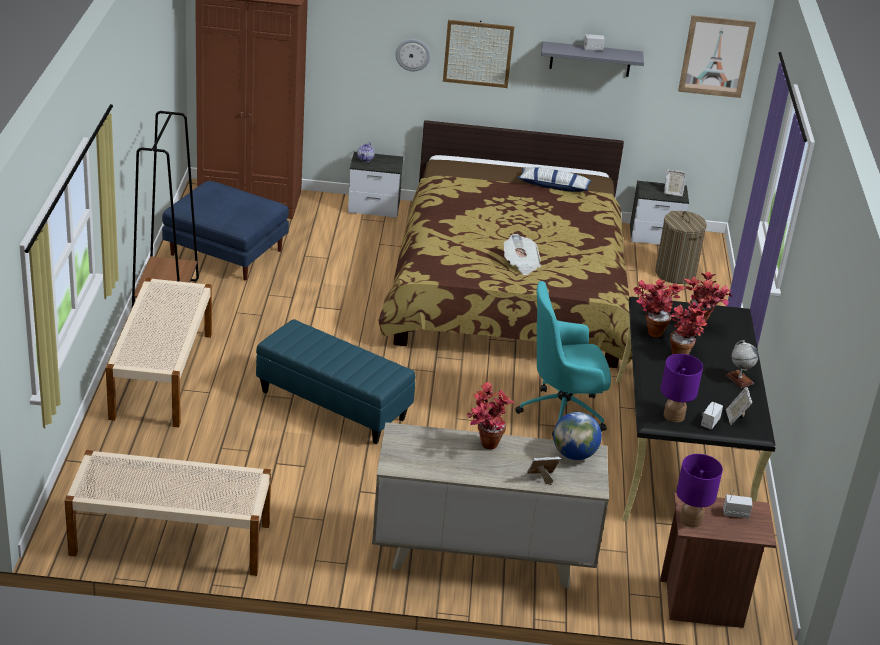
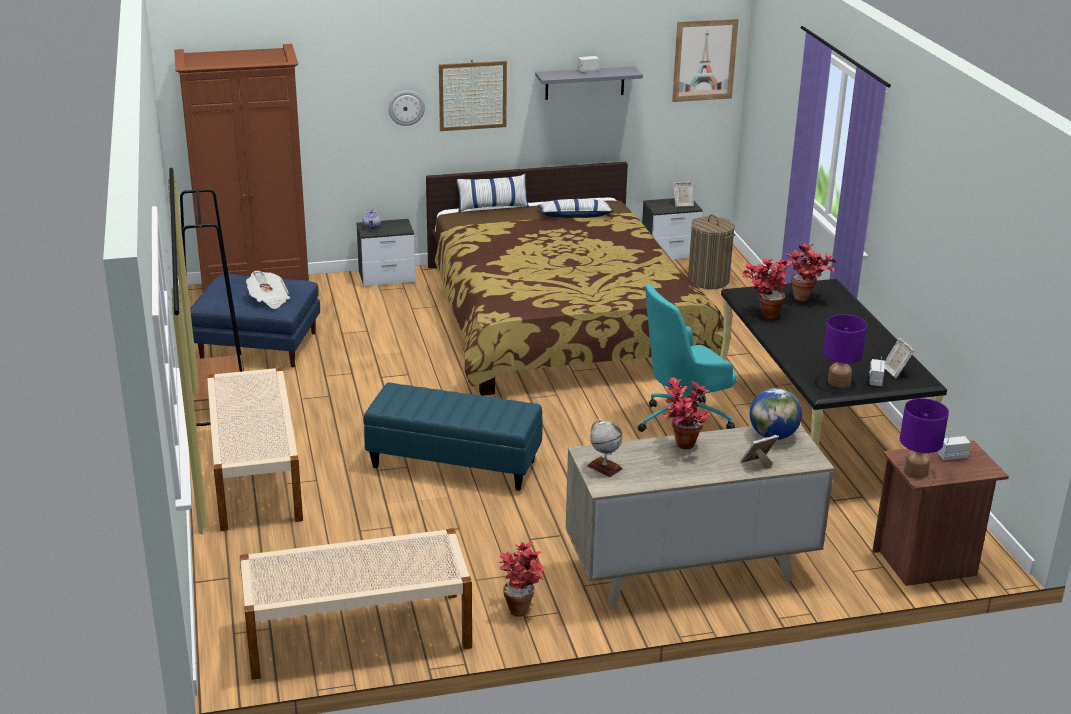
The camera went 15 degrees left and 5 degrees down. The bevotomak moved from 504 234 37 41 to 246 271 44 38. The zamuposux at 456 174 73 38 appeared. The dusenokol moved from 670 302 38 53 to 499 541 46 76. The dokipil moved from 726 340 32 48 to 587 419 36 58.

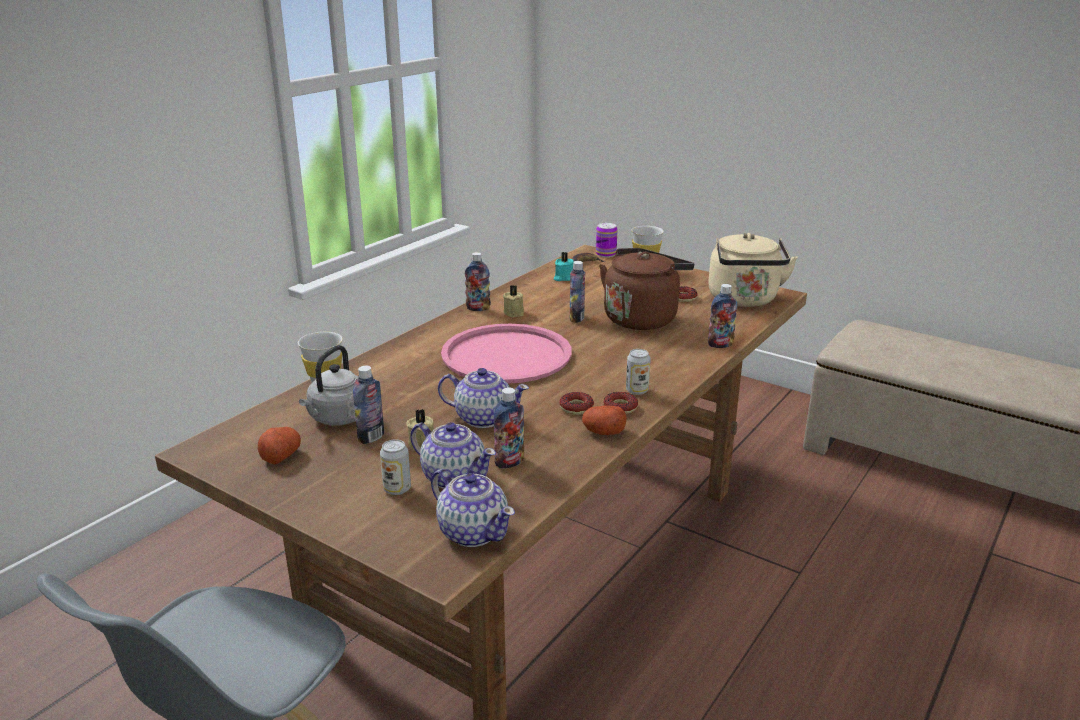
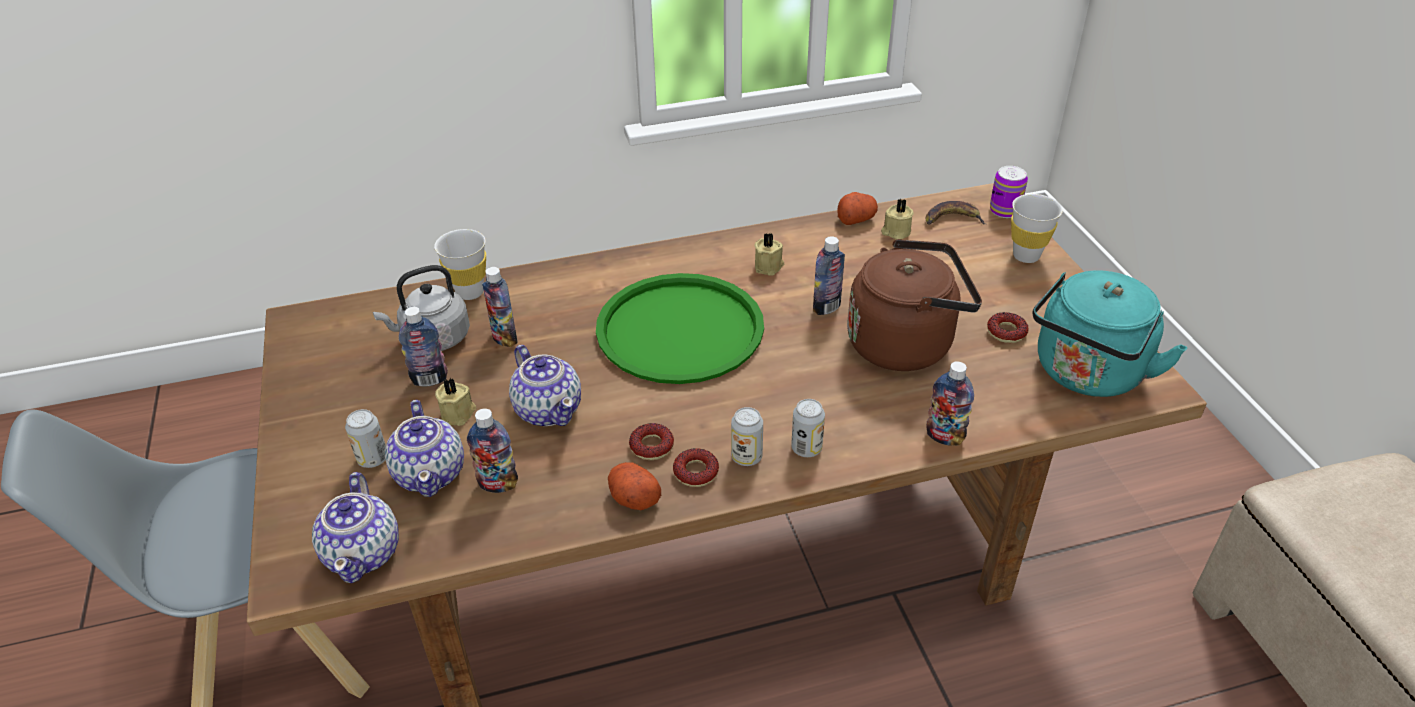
The camera went 40 degrees right and 15 degrees up. The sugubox moved from 465 252 26 59 to 482 267 36 80. The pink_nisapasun at 441 324 131 59 became the green_nisapasun at 596 273 168 111. The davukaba at 791 399 34 58 appeared. The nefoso moved from 258 427 43 37 to 837 192 41 33. The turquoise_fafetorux at 554 252 20 29 became the beige_fafetorux at 881 199 33 41. The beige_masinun at 708 233 90 74 became the turquoise_masinun at 1033 270 154 127.

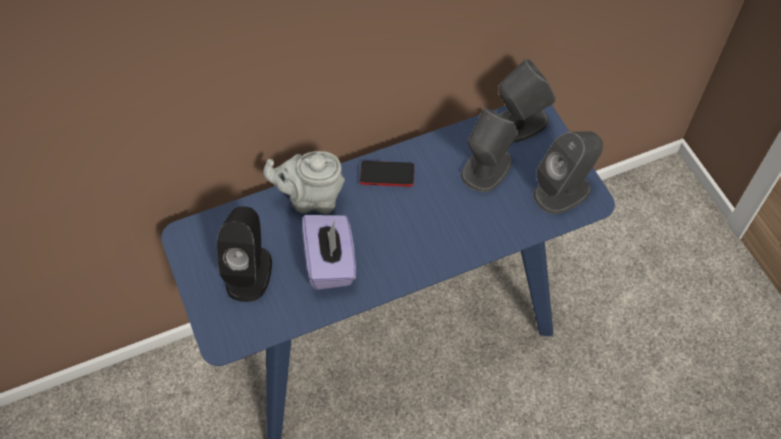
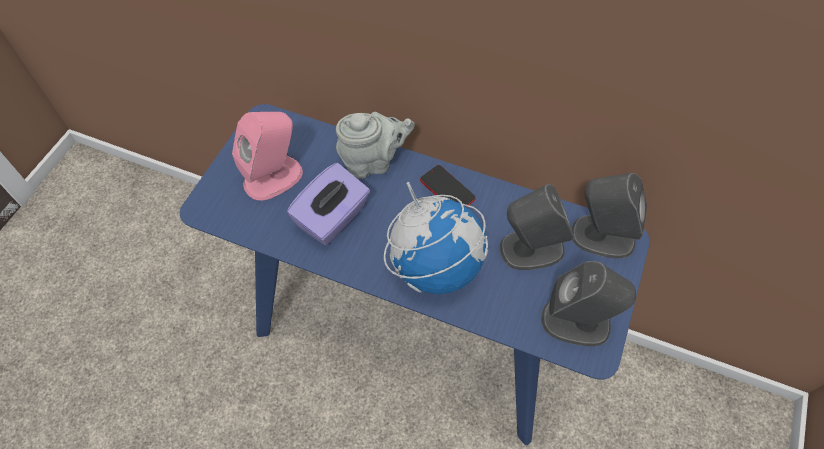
The camera went 45 degrees right and 0 degrees up. The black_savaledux at 217 206 55 96 became the pink_savaledux at 232 112 71 89. The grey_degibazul at 263 151 82 63 turned 120 degrees clockwise. The dokipil at 384 182 104 112 appeared.

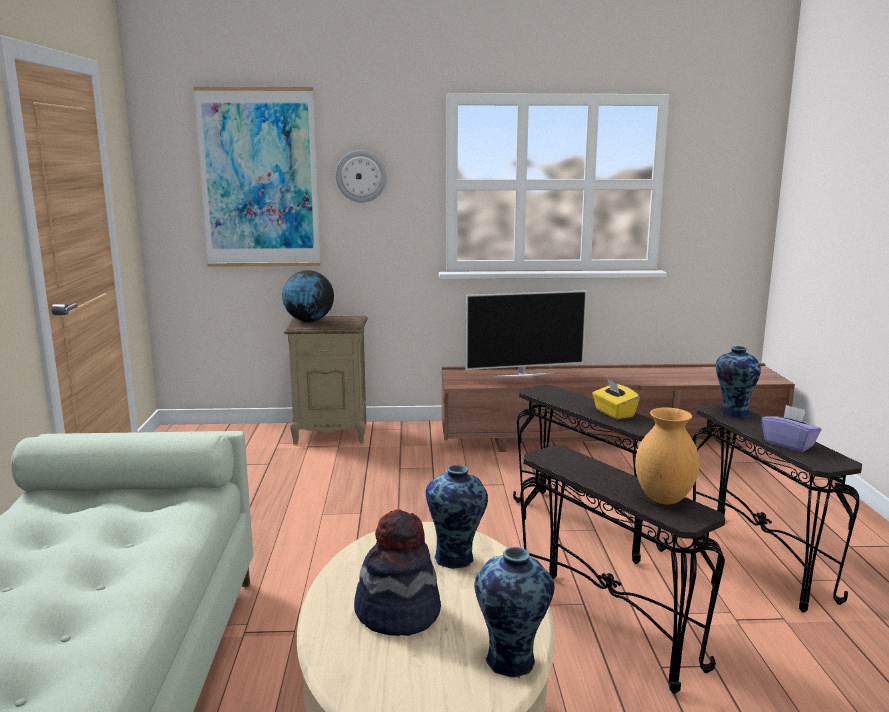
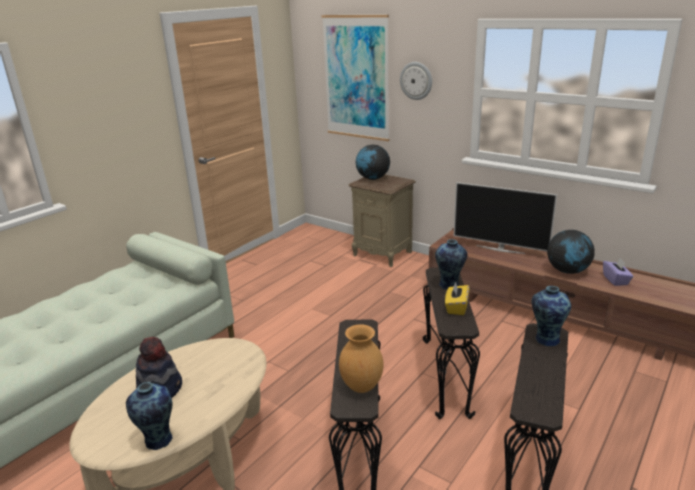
The camera went 40 degrees right and 10 degrees up. The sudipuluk moved from 426 465 62 104 to 435 239 32 51. The dokipil at 547 230 48 44 appeared. The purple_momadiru moved from 762 405 59 47 to 603 258 30 28.

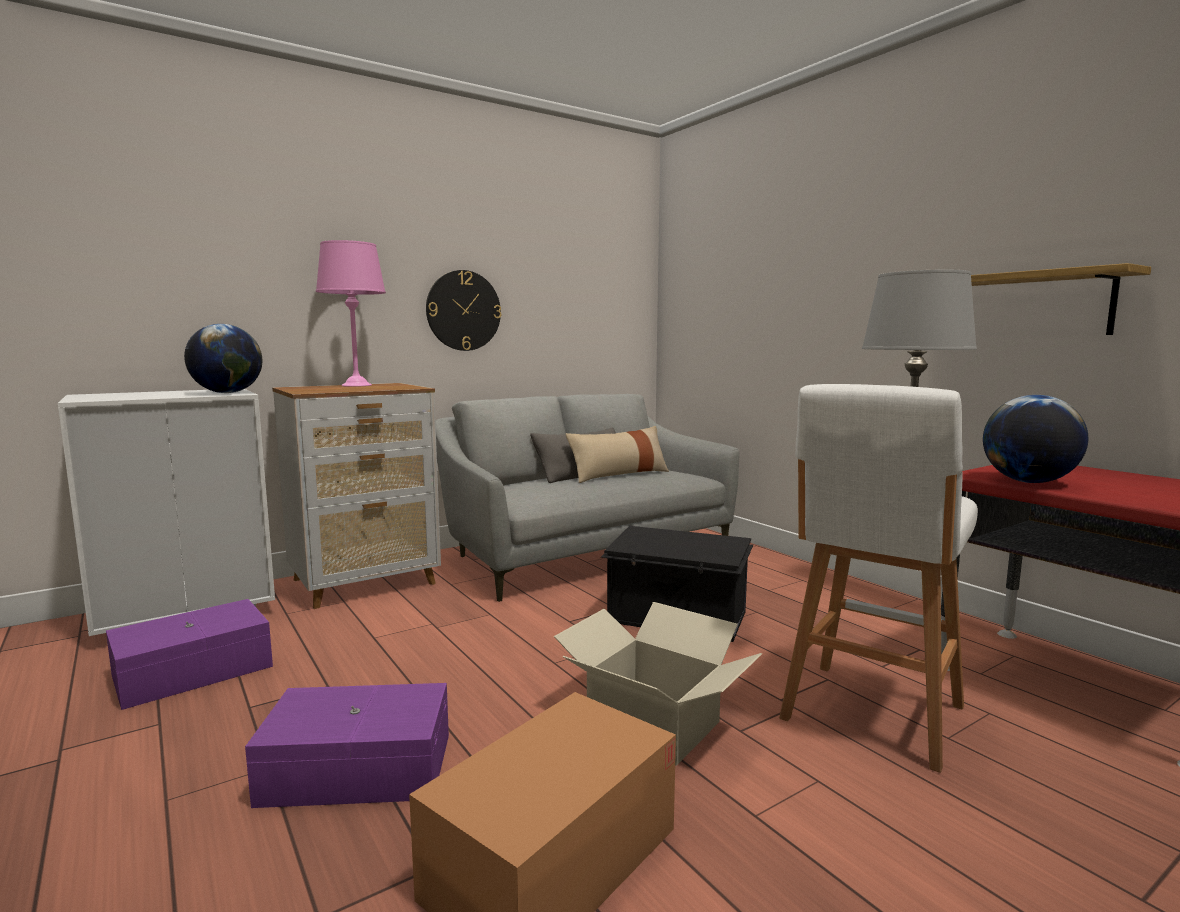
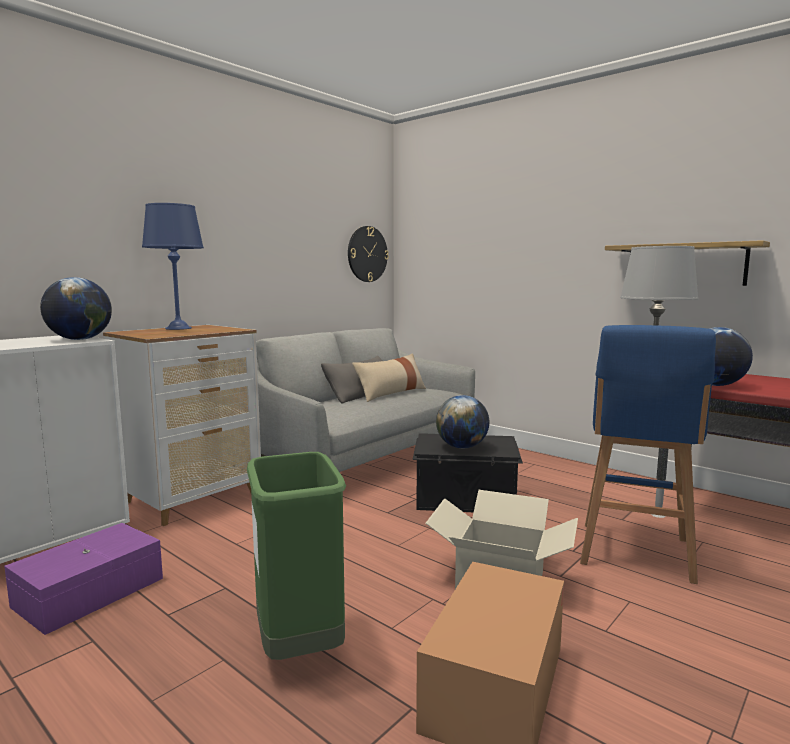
The camera went 15 degrees left and 0 degrees up. The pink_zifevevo at 316 240 70 147 became the blue_zifevevo at 142 203 62 127. The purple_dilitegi at 245 683 204 125 was replaced by the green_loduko at 247 452 99 208. The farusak moved from 426 270 75 81 to 348 226 41 56. The dokipil at 436 395 53 54 appeared. The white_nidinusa at 779 384 199 389 became the blue_nidinusa at 580 325 136 259.

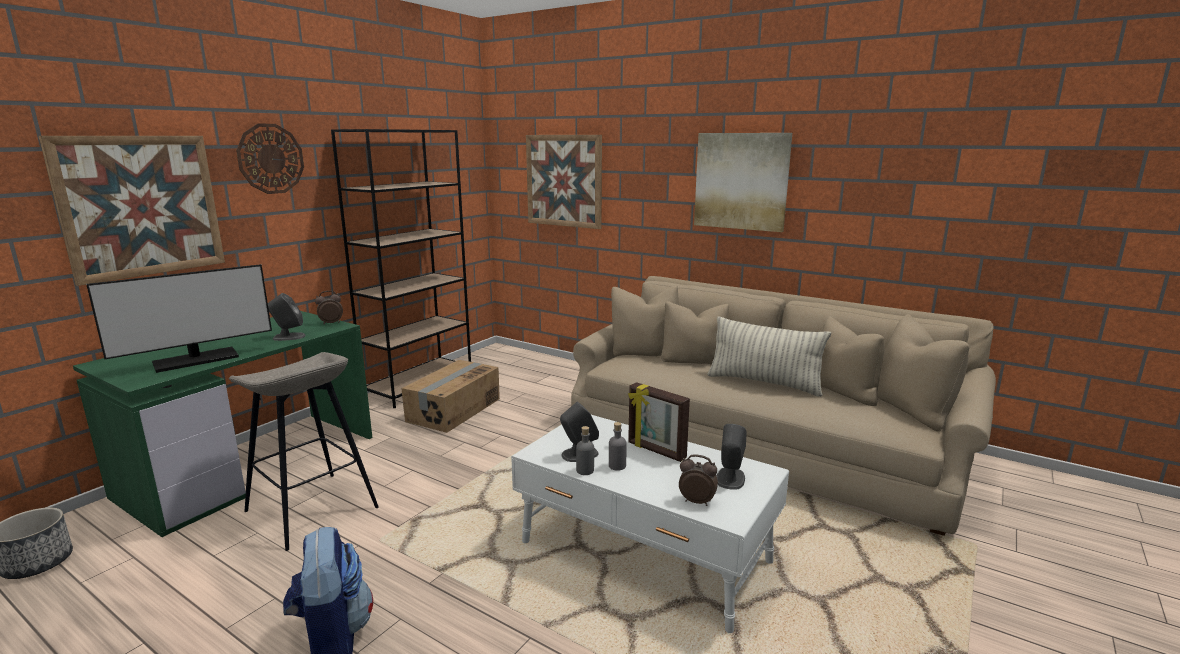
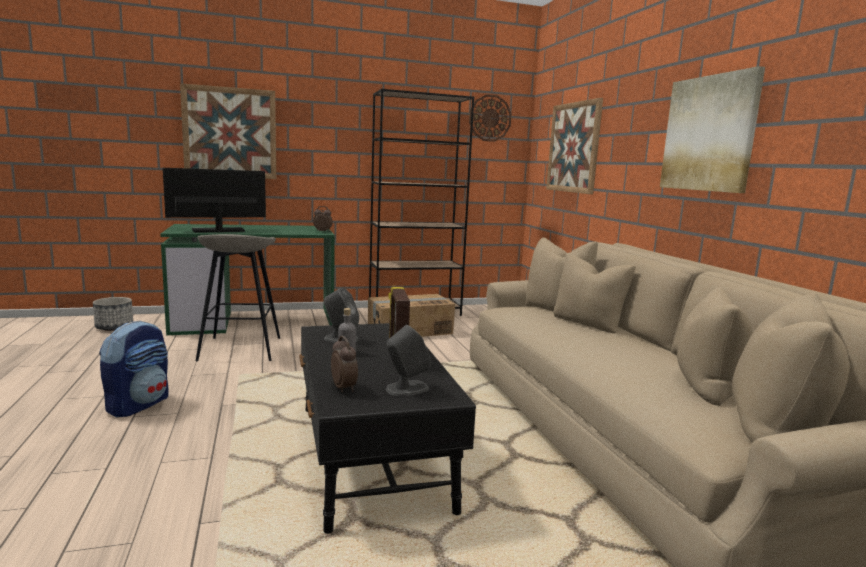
The camera went 40 degrees right and 5 degrees down. The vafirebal at 86 264 186 109 turned 150 degrees clockwise. The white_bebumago at 511 415 278 218 became the black_bebumago at 299 323 177 211. The farusak moved from 236 124 68 70 to 469 94 43 48. The grey_savaledux at 268 293 38 48 disappeared. The grey_sugubox at 576 426 18 49 disappeared. The zamuposux at 707 316 124 81 disappeared.

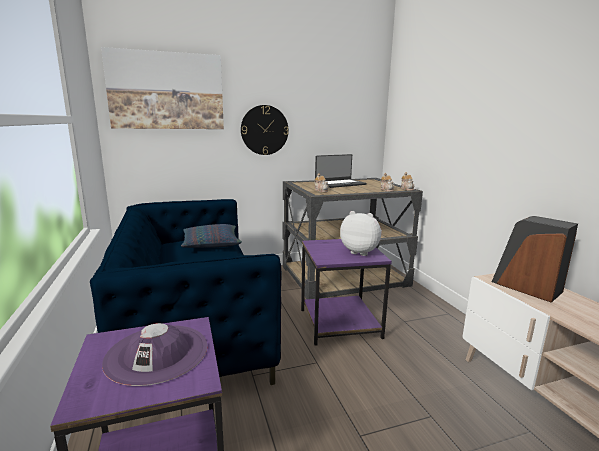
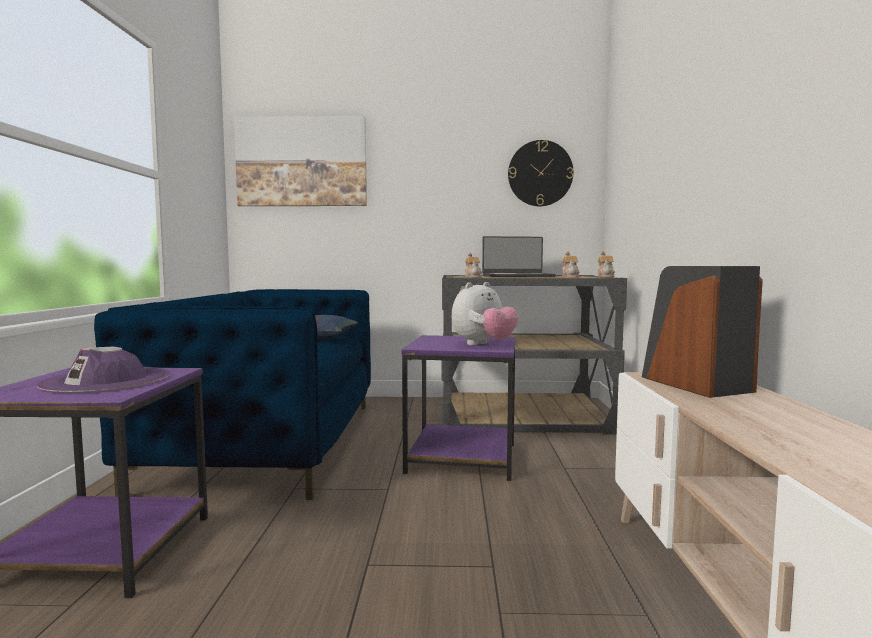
The camera went 20 degrees right and 10 degrees down. The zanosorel at 340 211 42 45 turned 90 degrees clockwise. The farusak moved from 241 105 48 50 to 508 140 65 66.

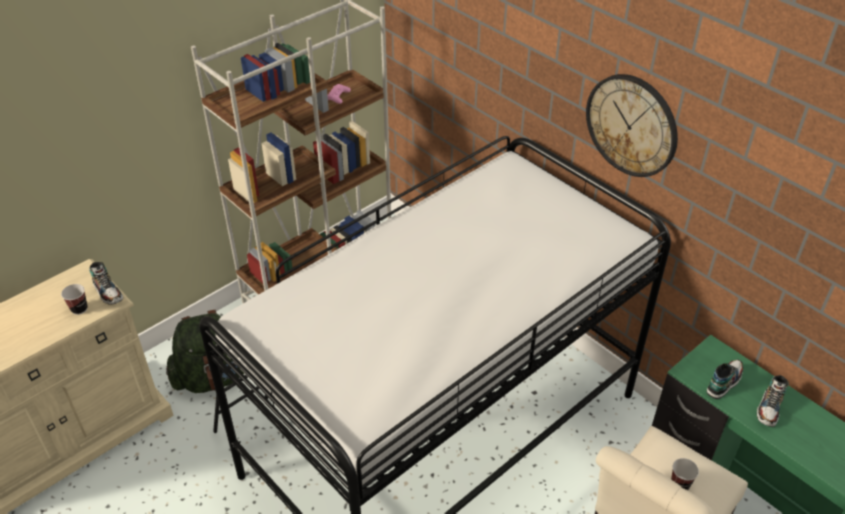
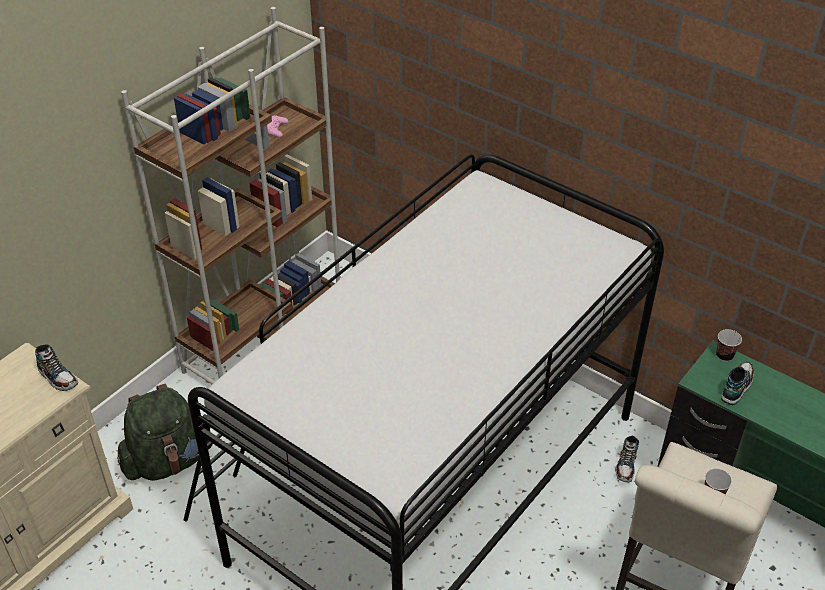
The camera went 10 degrees left and 0 degrees up. The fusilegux moved from 757 375 32 52 to 616 436 23 46. The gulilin moved from 61 284 27 31 to 716 329 26 33. The farusak at 586 74 92 103 disappeared.

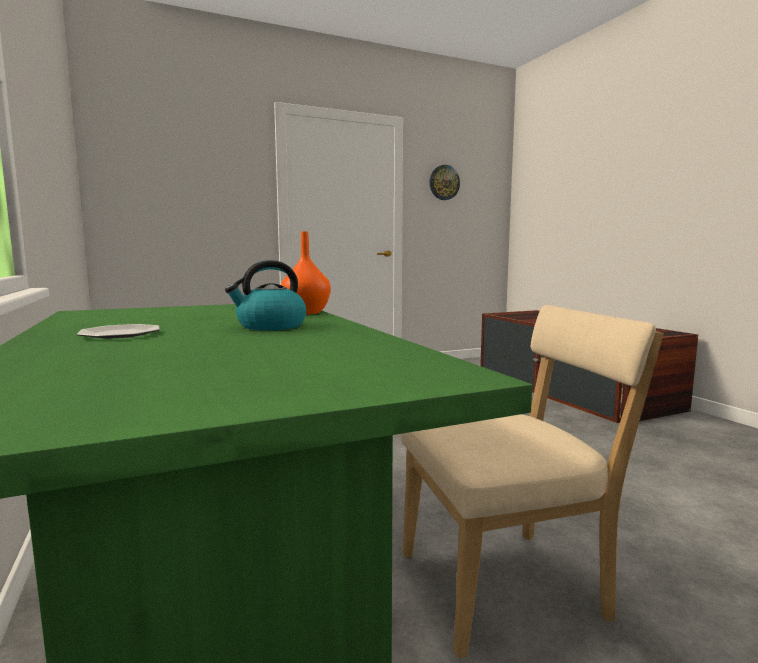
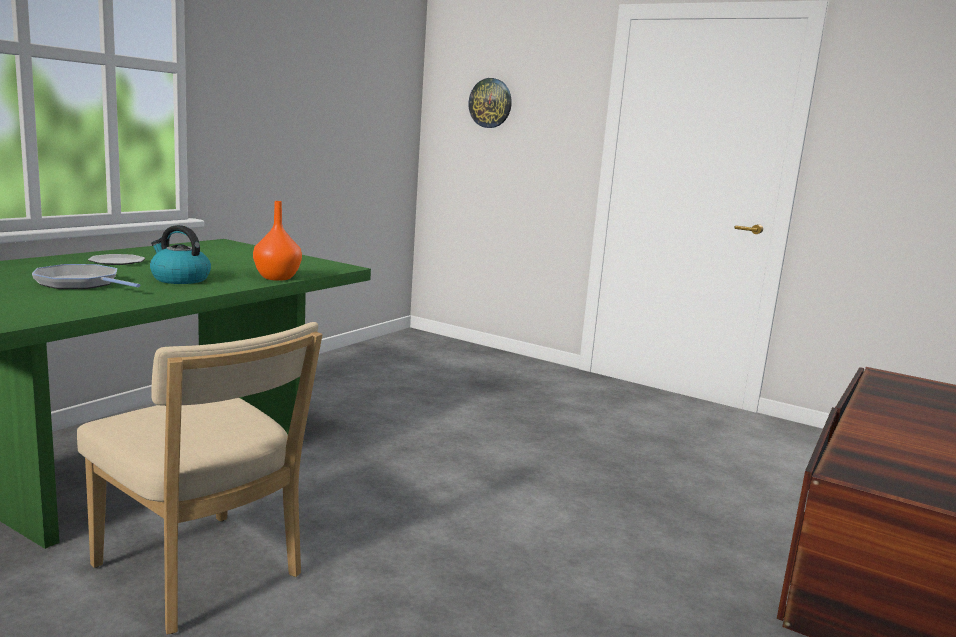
The camera went 55 degrees right and 5 degrees up. The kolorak at 32 264 108 25 appeared. The farusak moved from 429 165 31 35 to 469 78 43 50.

